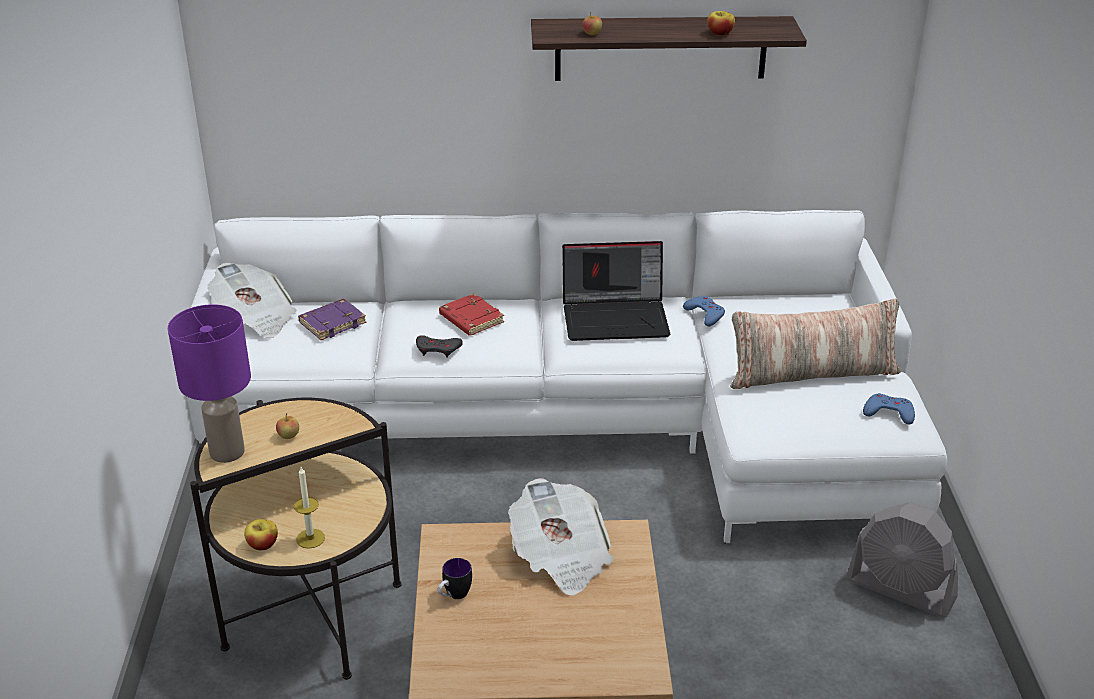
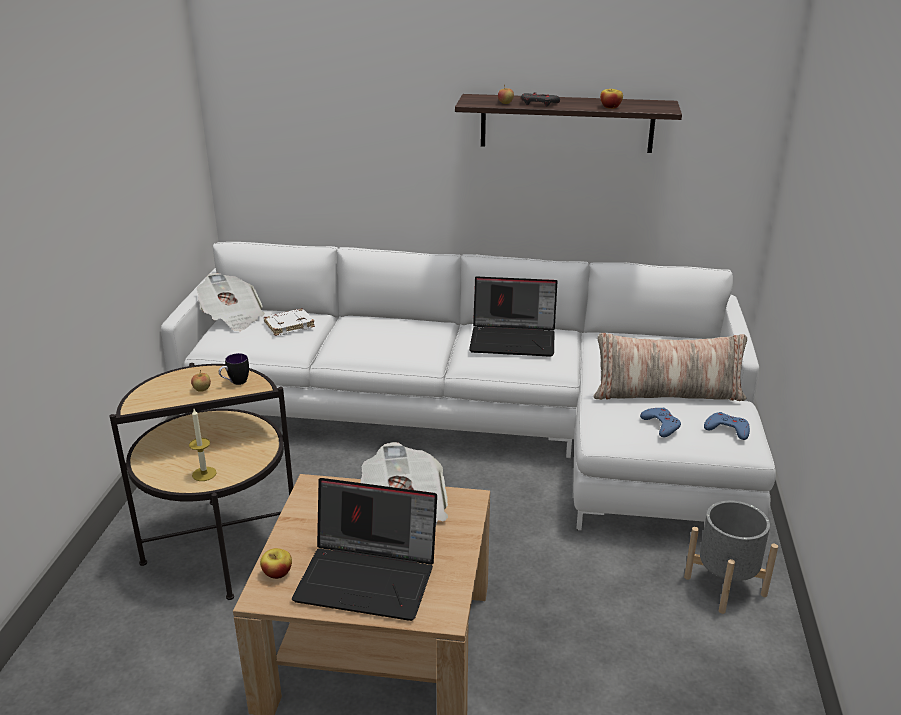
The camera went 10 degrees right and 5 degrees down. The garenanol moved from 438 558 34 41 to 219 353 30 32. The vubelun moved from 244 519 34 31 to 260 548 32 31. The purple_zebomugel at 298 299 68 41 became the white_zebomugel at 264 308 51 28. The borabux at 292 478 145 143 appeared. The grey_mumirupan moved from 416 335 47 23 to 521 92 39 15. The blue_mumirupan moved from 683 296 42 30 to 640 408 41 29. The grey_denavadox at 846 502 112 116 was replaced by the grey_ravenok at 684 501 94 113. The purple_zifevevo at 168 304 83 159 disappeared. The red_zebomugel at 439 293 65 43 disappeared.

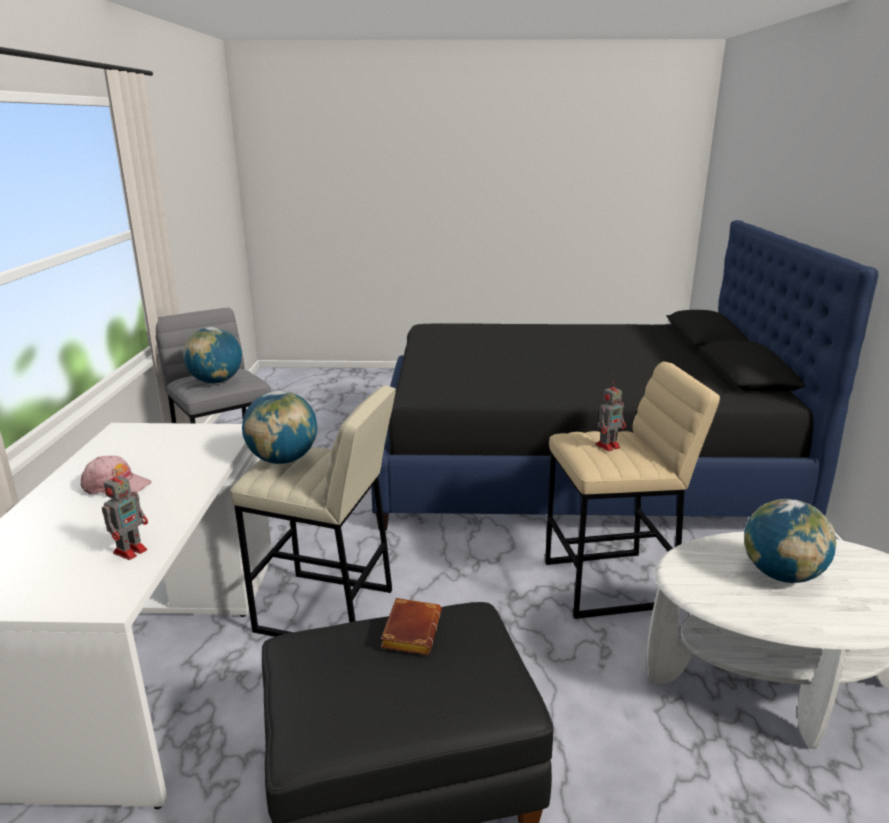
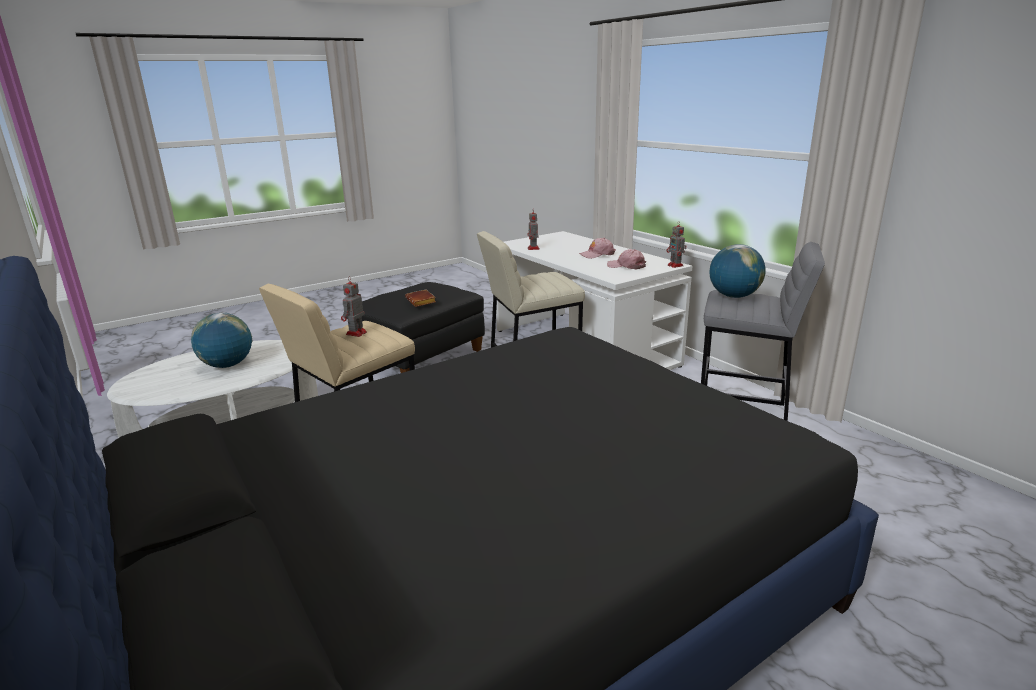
The camera went 145 degrees right and 0 degrees up. The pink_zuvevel at 607 249 39 21 appeared. The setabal at 666 221 20 47 appeared. The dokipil at 242 390 75 74 disappeared.

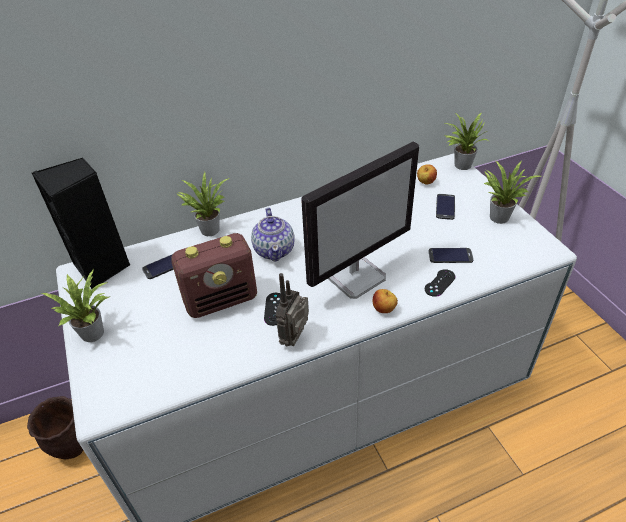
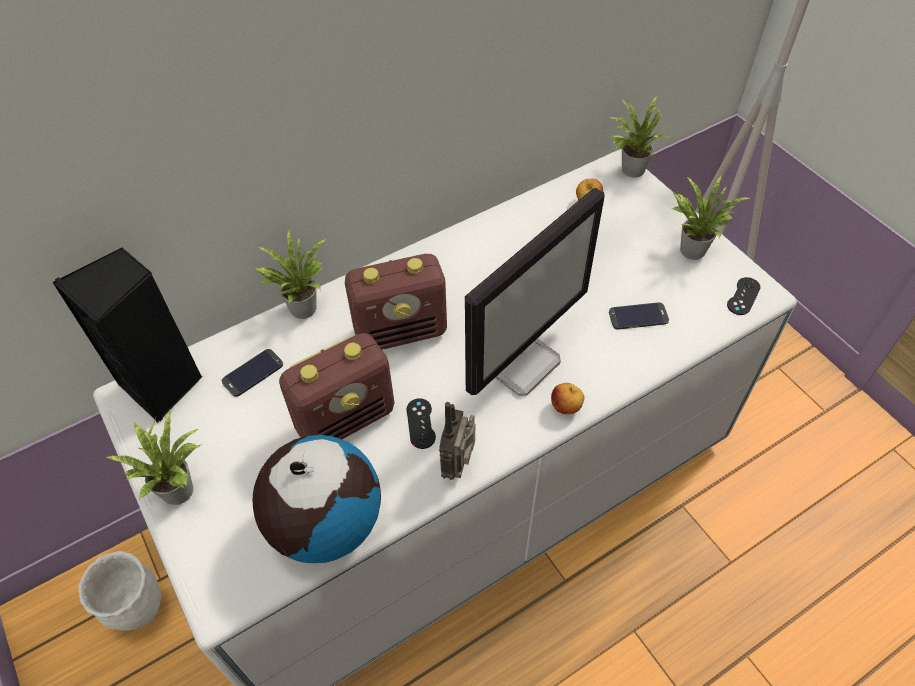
The camera went 10 degrees left and 10 degrees up. The brown_ravenok at 27 396 56 63 became the white_ravenok at 78 551 83 80. The dokipil at 253 435 128 128 appeared. The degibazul at 251 208 44 54 was replaced by the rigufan at 345 254 102 96. The black_mumirupan moved from 425 269 30 28 to 727 277 34 38. The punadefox at 436 194 19 26 disappeared.

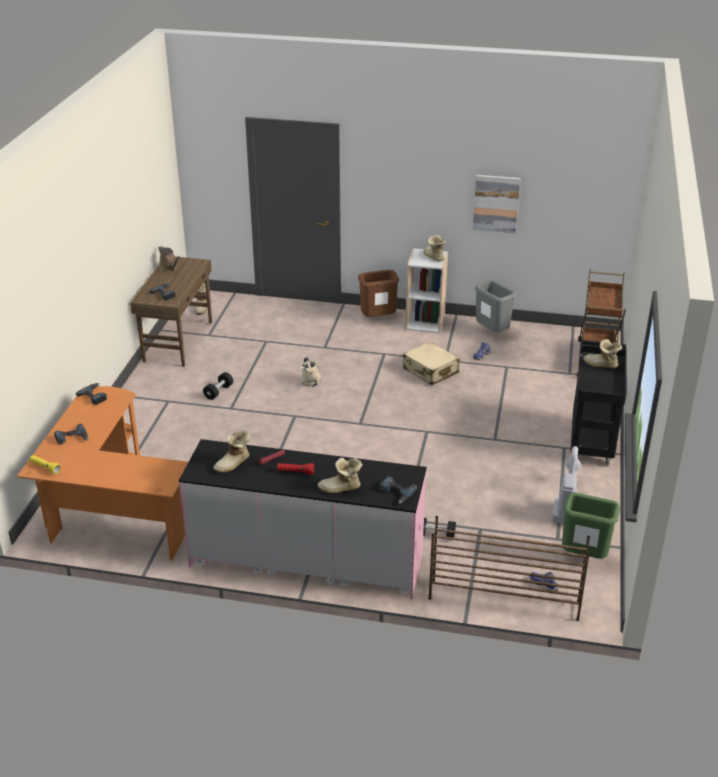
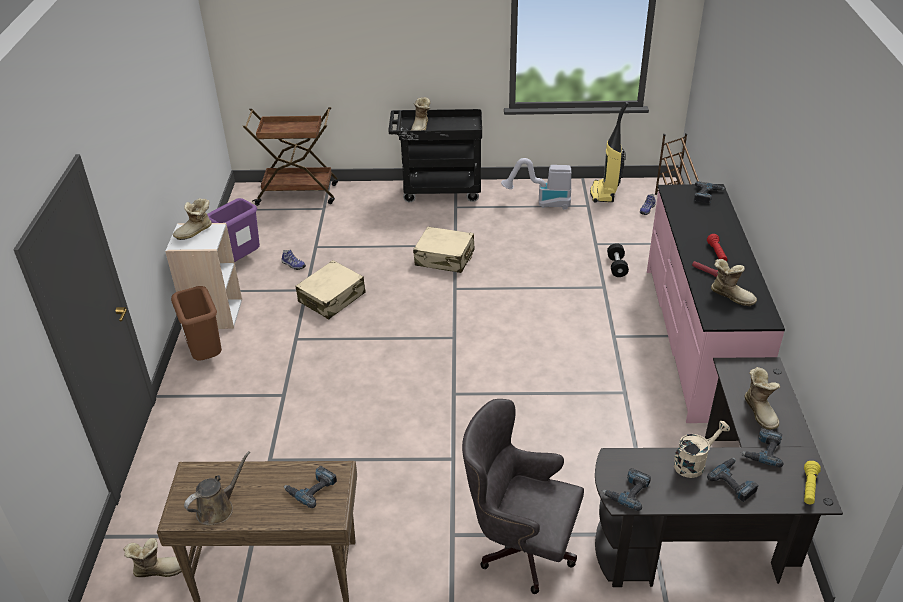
The camera went 100 degrees left and 5 degrees up. The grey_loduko at 475 280 41 52 became the purple_loduko at 207 198 53 64. The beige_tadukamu at 413 226 61 47 appeared. The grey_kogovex at 462 399 122 195 appeared. The green_loduko at 562 492 58 67 was replaced by the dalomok at 590 102 39 101. The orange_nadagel at 17 386 171 175 became the black_nadagel at 595 357 248 230. The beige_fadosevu moved from 301 357 20 30 to 674 421 56 57. The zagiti at 741 428 43 39 appeared. The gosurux moved from 318 458 45 35 to 744 367 36 63. The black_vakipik at 203 372 30 28 disappeared. The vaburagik at 473 175 48 58 disappeared.

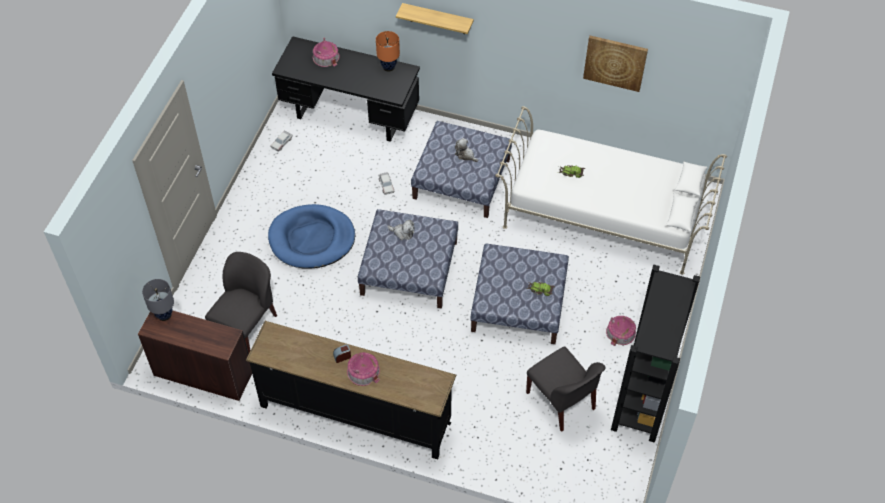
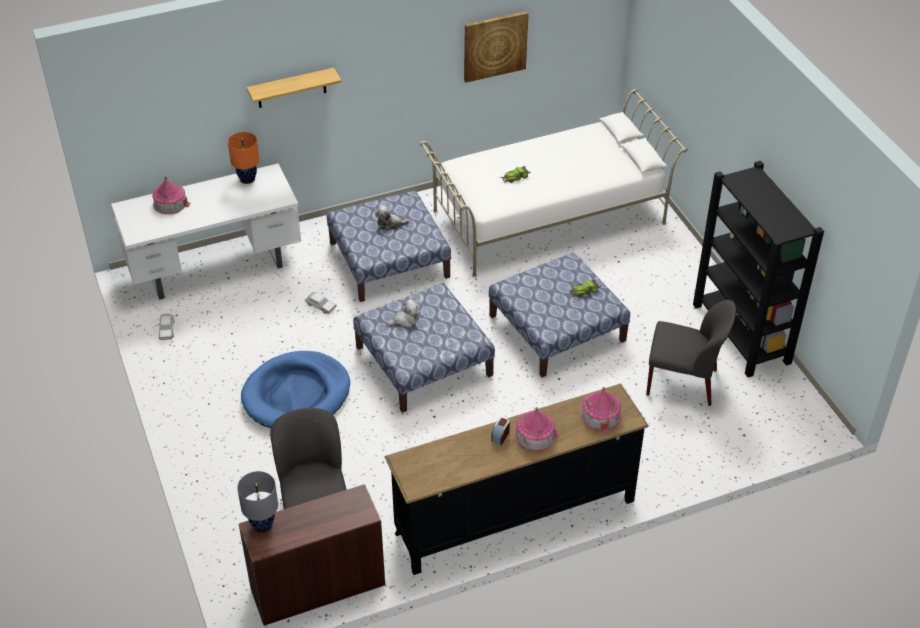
The camera went 40 degrees left and 10 degrees down. The black_nadagel at 272 36 148 106 became the white_nadagel at 111 163 190 137. The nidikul moved from 606 316 30 30 to 581 387 40 46.

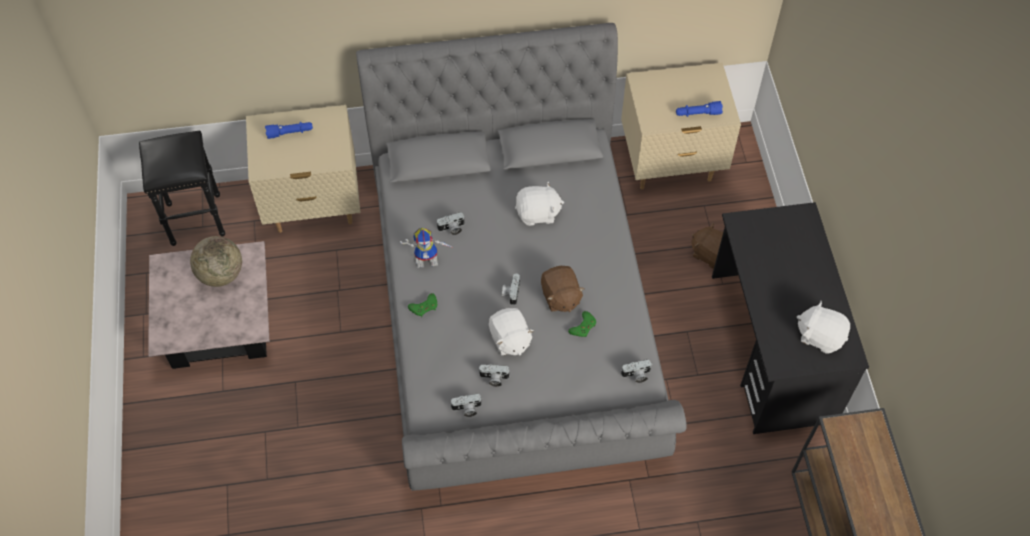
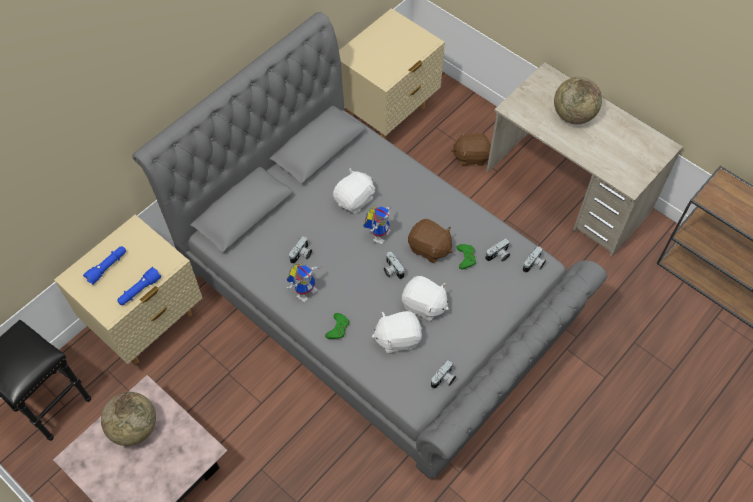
The camera went 40 degrees left and 0 degrees up. The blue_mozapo moved from 676 101 47 16 to 117 267 44 38. The setabal at 363 206 30 39 appeared. The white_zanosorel moved from 797 301 53 52 to 372 311 50 43. The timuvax moved from 478 364 32 23 to 485 239 25 23. The black_nadagel at 712 202 157 232 became the beige_nadagel at 487 62 196 195. The dokipil at 554 77 48 47 appeared.

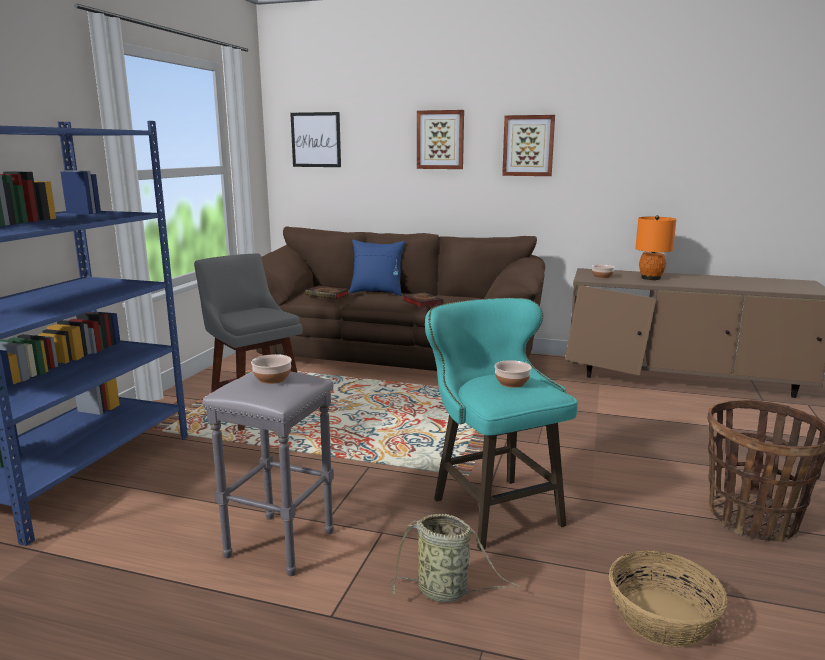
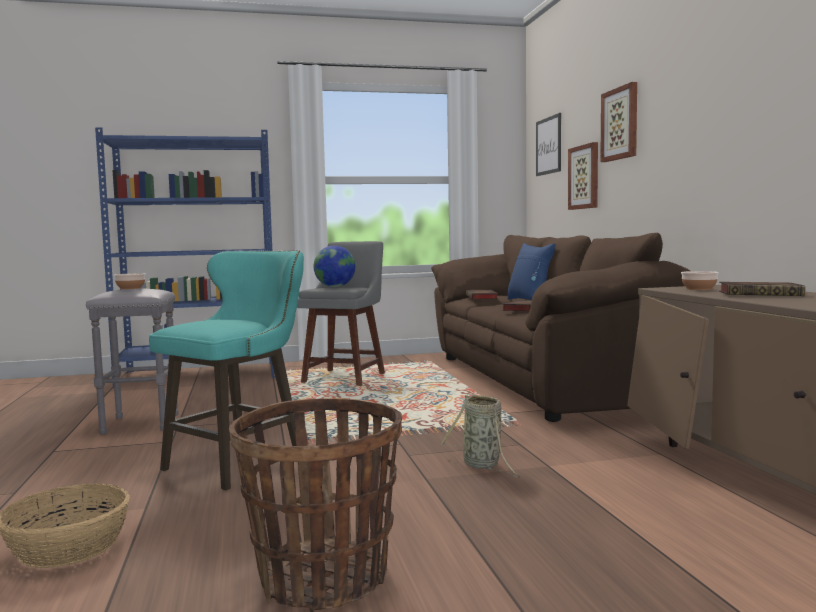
The camera went 60 degrees right and 10 degrees down. The dokipil at 314 246 41 41 appeared. The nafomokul moved from 390 514 131 88 to 440 394 80 83. The vaburagik moved from 502 115 53 61 to 568 142 30 68. The orange_zifevevo at 635 215 42 65 was replaced by the zebomugel at 719 282 86 14. The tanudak at 494 360 37 28 disappeared.

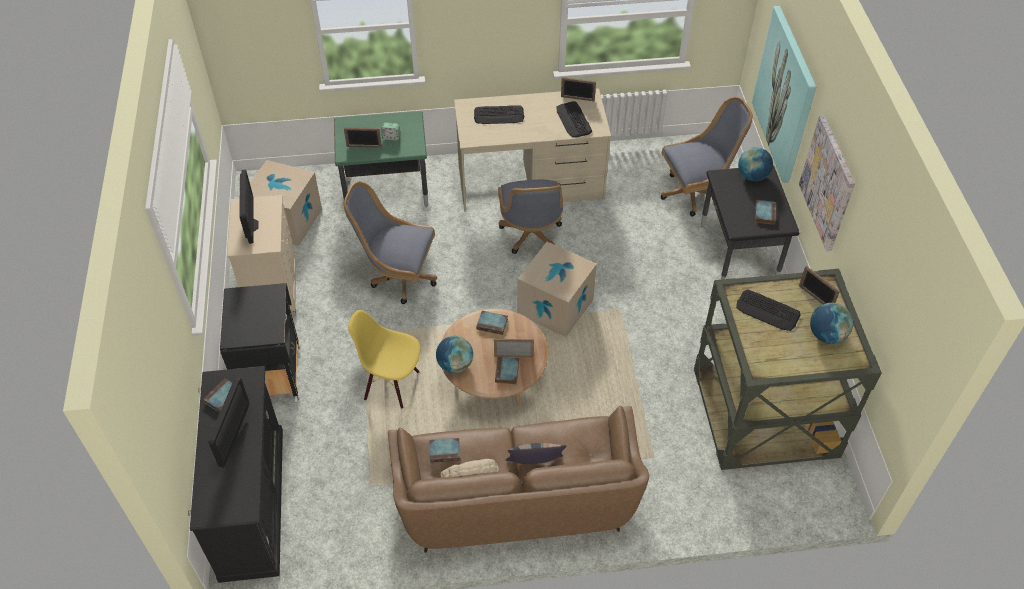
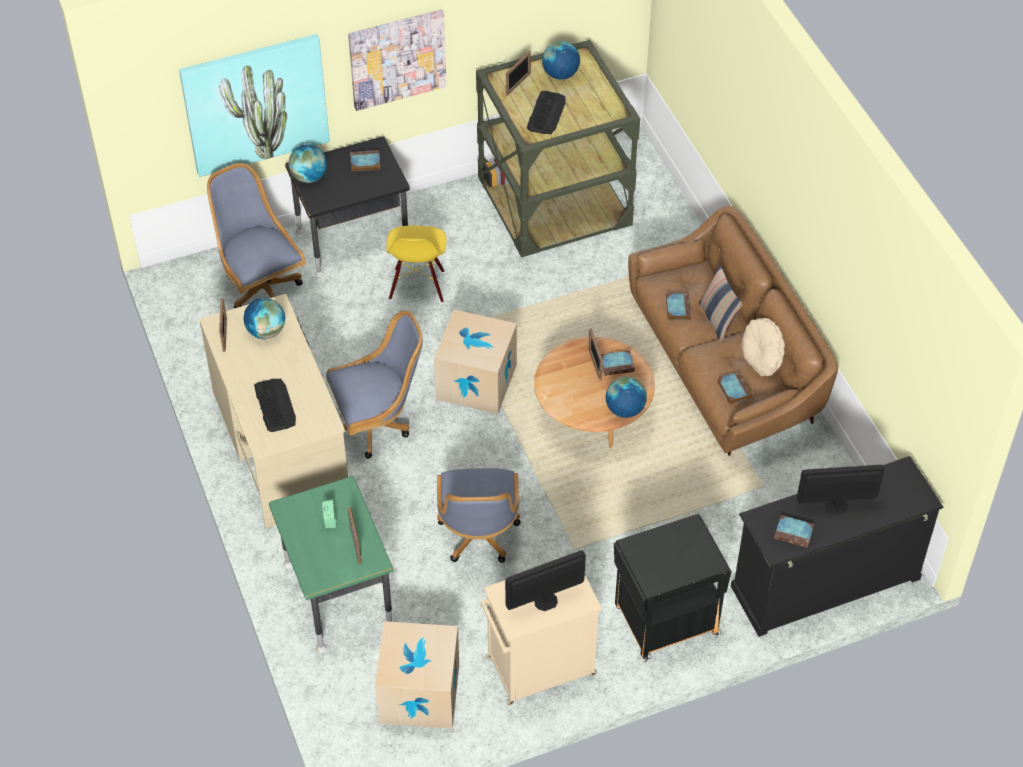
The camera went 105 degrees left and 0 degrees up. The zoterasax at 556 101 36 36 was replaced by the dokipil at 244 298 41 41. The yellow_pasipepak moved from 348 310 72 99 to 386 226 60 77. The zebomugel moved from 476 311 32 24 to 666 293 25 27.

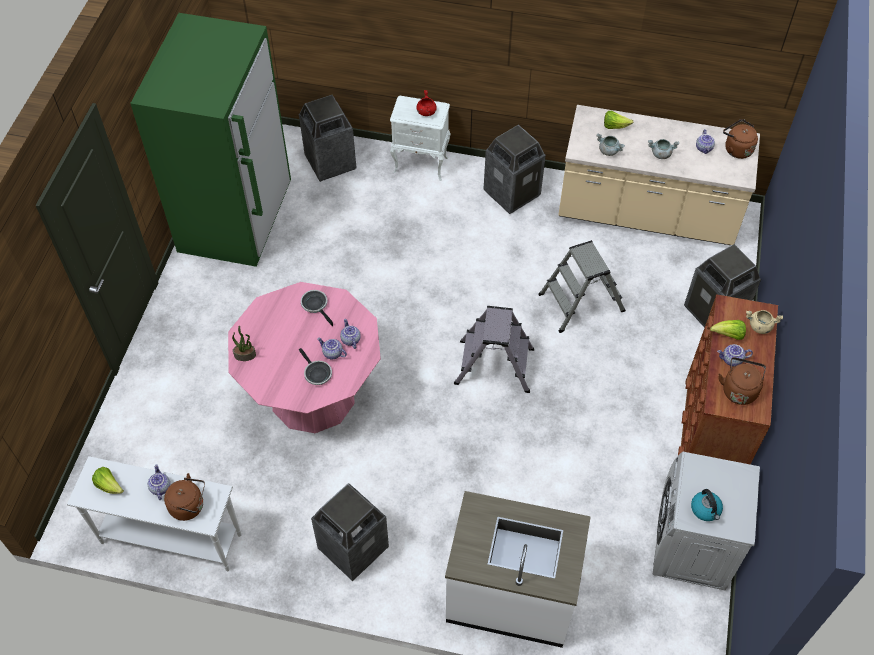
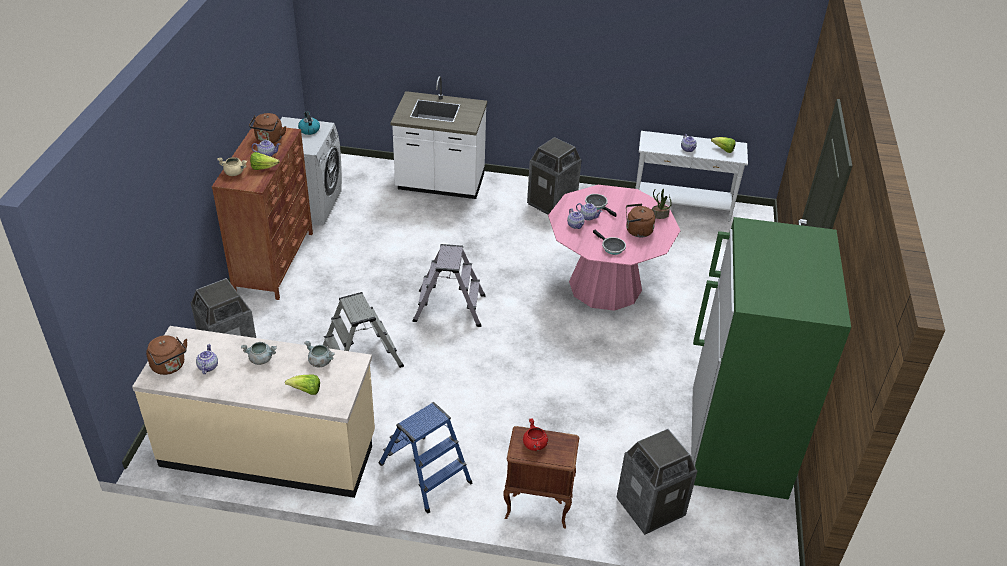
The camera went 175 degrees right and 15 degrees down. The loduko at 483 125 63 89 was replaced by the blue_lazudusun at 378 402 94 112. The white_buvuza at 390 96 61 85 became the brown_buvuza at 503 426 76 103. The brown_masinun moved from 164 473 41 48 to 626 204 29 33.

